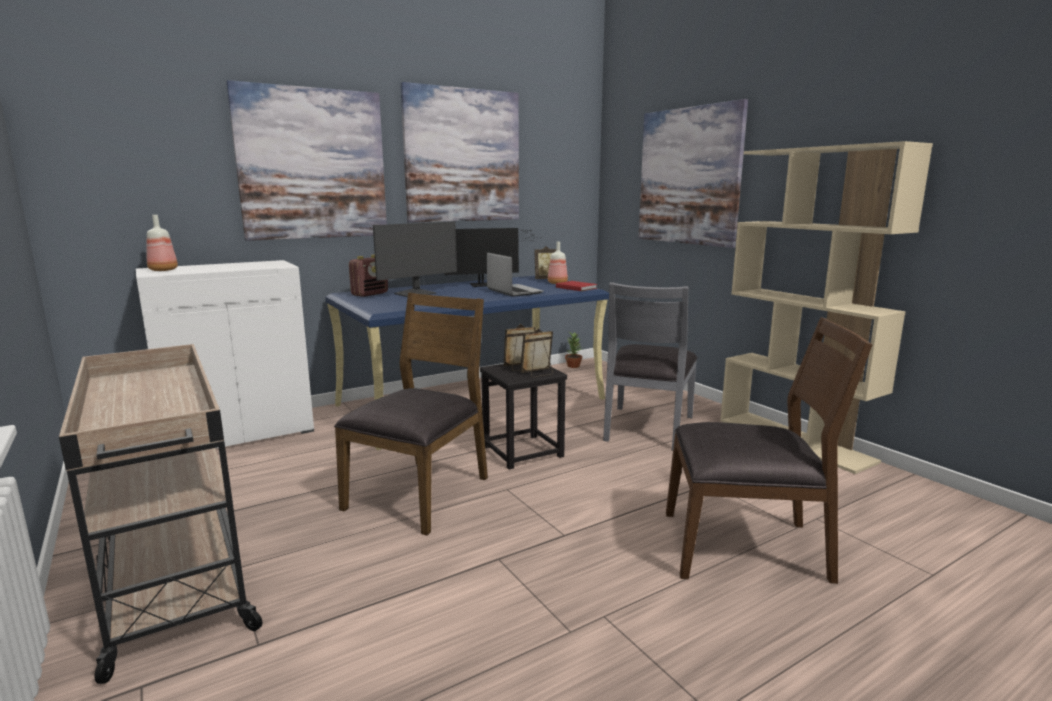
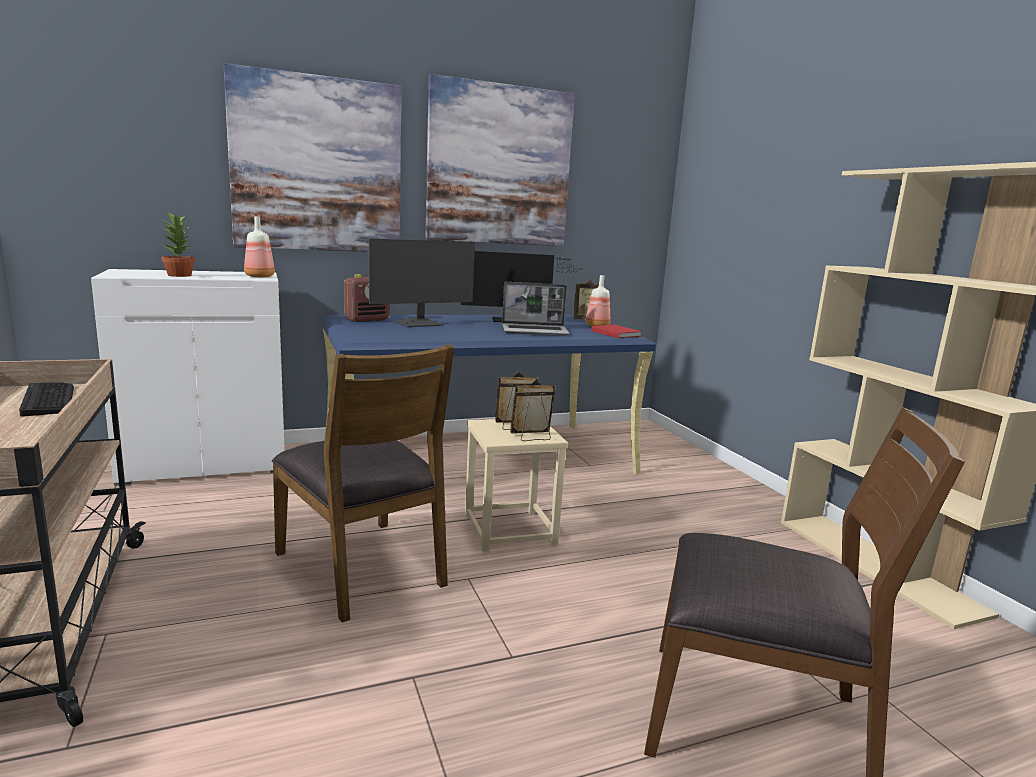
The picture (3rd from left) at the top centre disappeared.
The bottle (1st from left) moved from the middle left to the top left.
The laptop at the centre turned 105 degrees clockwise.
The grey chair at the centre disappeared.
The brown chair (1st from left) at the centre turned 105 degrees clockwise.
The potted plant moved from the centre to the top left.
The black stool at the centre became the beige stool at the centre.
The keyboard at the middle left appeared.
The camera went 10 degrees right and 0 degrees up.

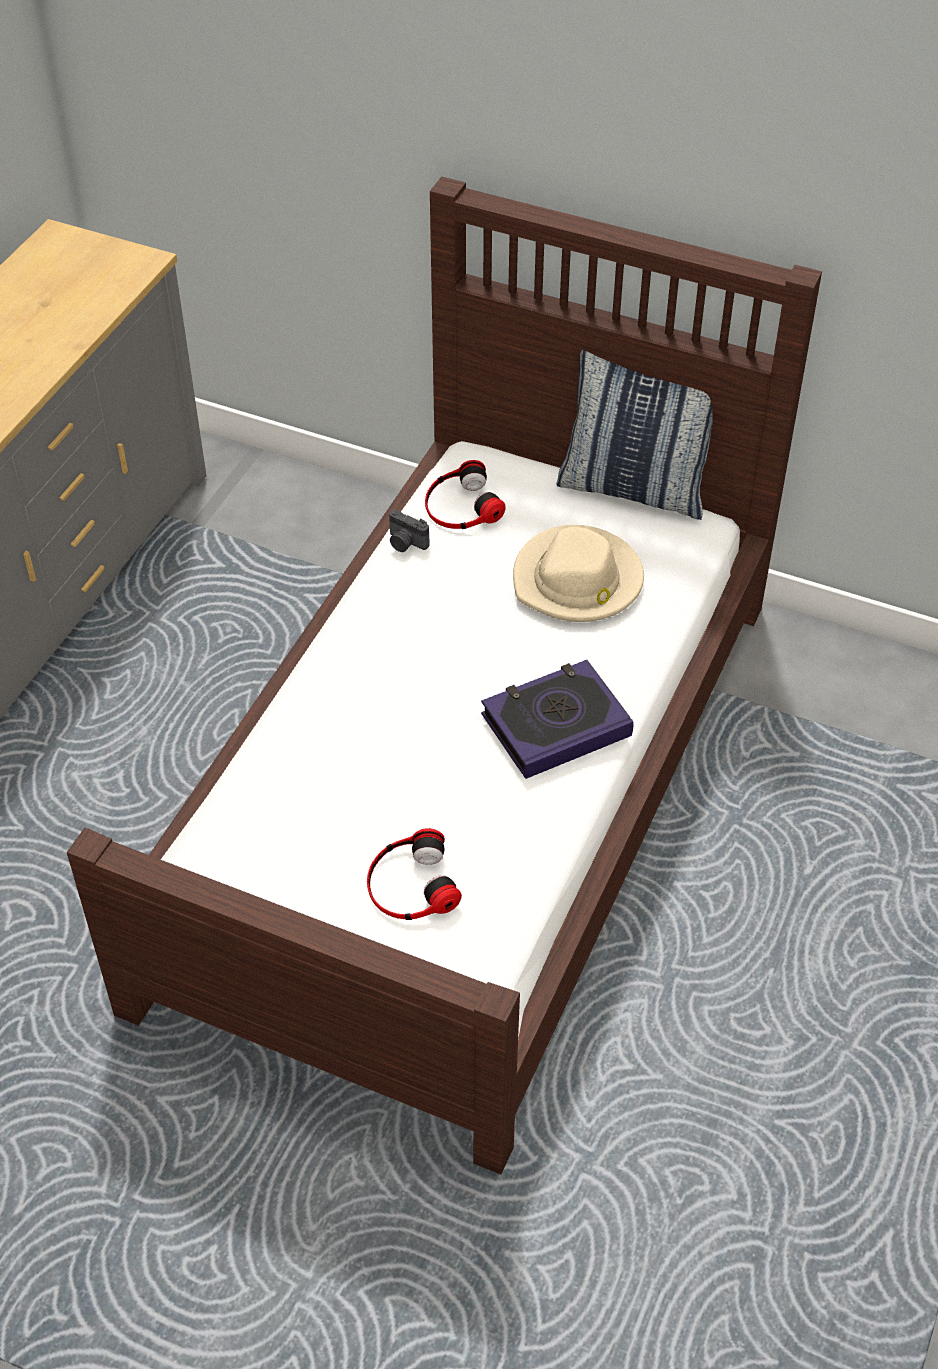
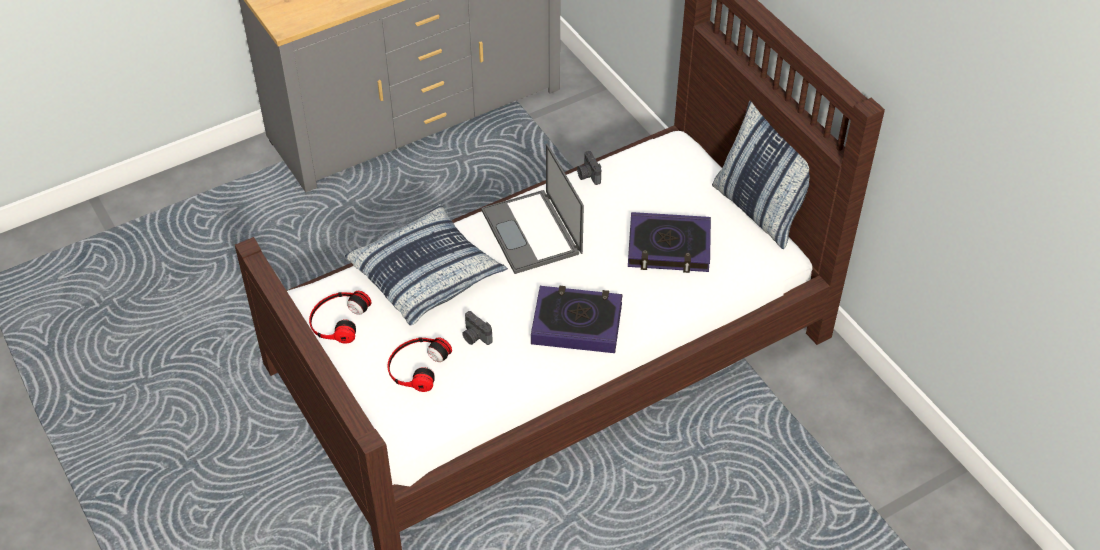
The headphones (2nd from left in the first image) moved from the centre to the middle left.
The beige hat at the centre was replaced by the book (2nd from left) at the centre.
The laptop at the centre appeared.
The pillow (1st from left) at the centre appeared.
The photo camera (1st from left) at the centre appeared.
The camera went 35 degrees right and 0 degrees up.

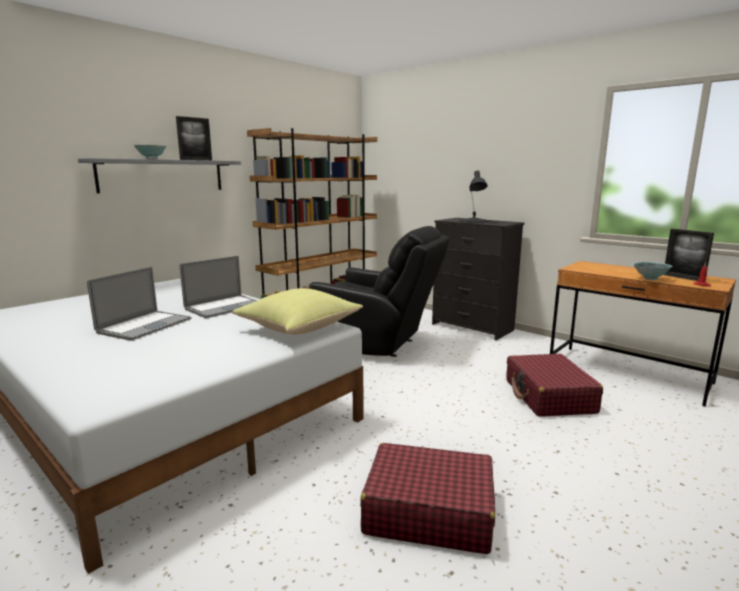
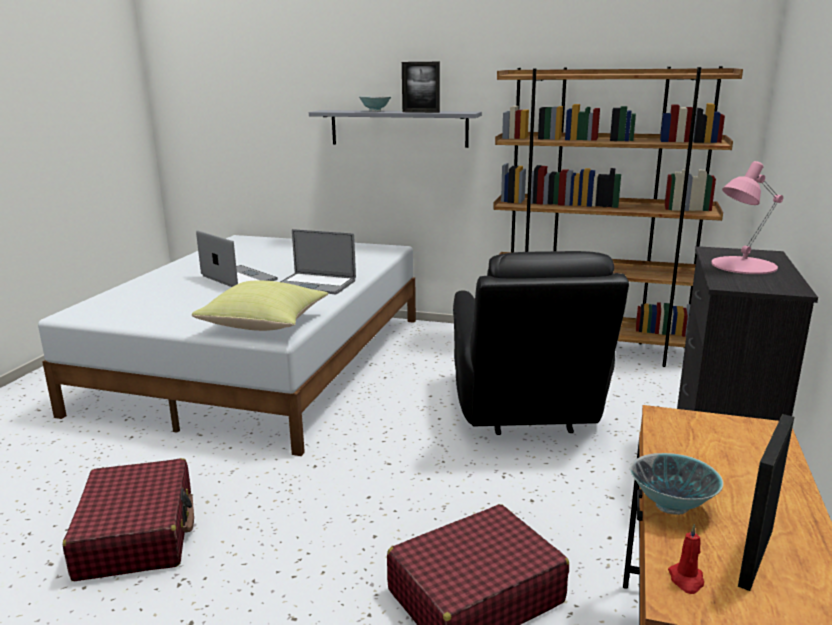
The black table lamp at the top centre became the pink table lamp at the middle right.
The laptop (1st from left) at the middle left turned 135 degrees counterclockwise.
The camera went 65 degrees right and 5 degrees up.

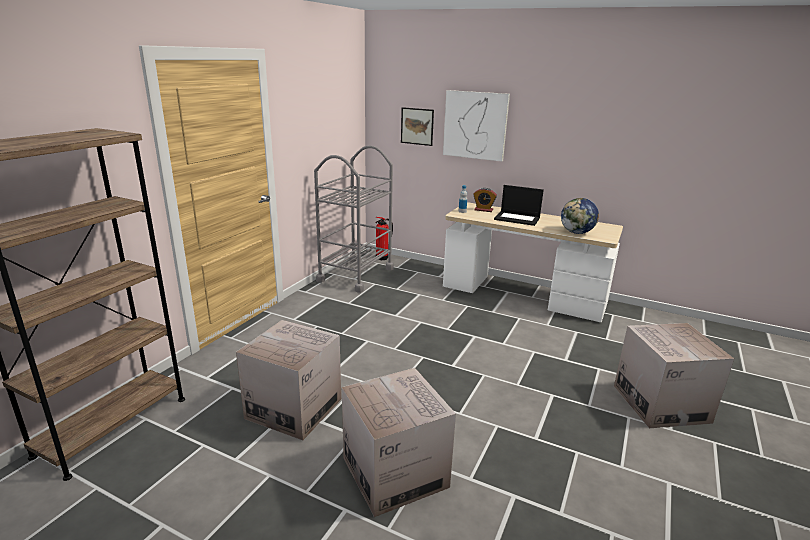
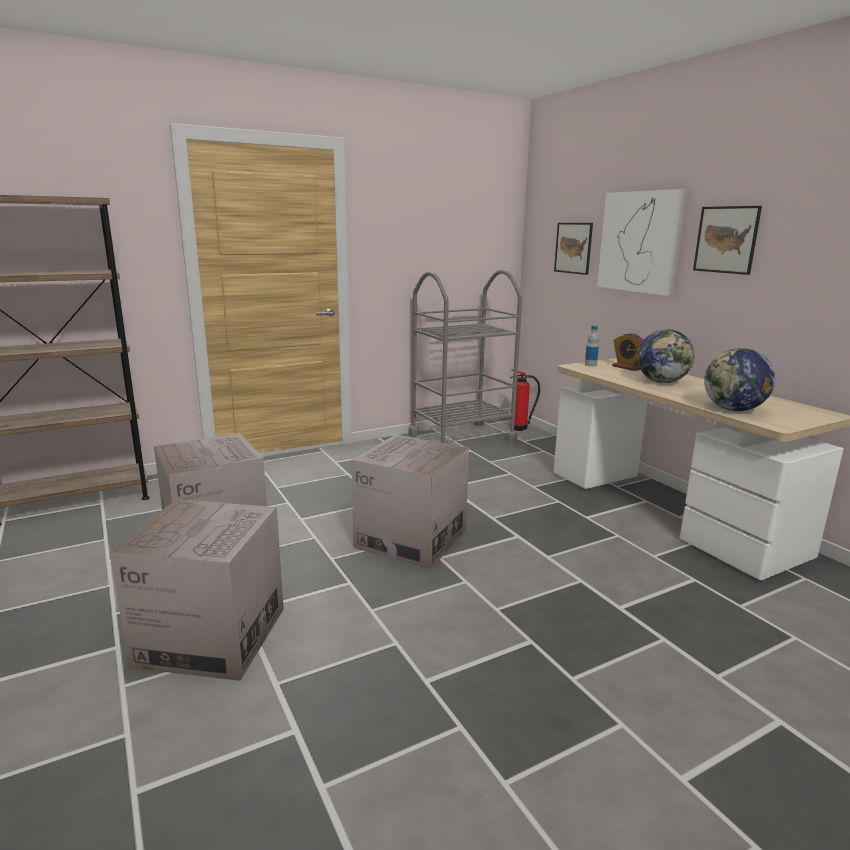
The laptop at the centre was replaced by the globe (1st from left) at the middle right.
The cardboard box (3rd from left) moved from the bottom right to the centre.
The picture (3rd from left) at the top right appeared.
The camera went 35 degrees right and 5 degrees down.

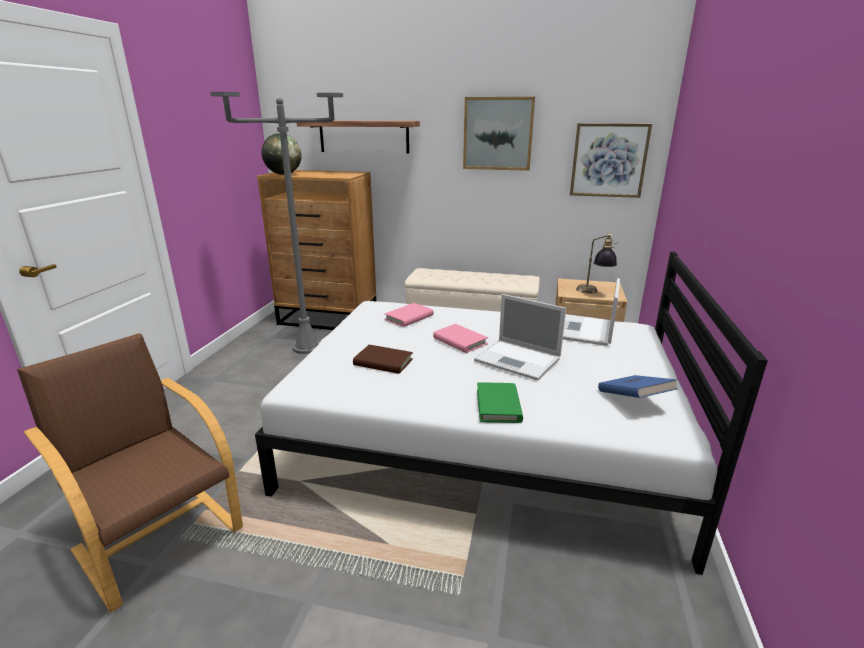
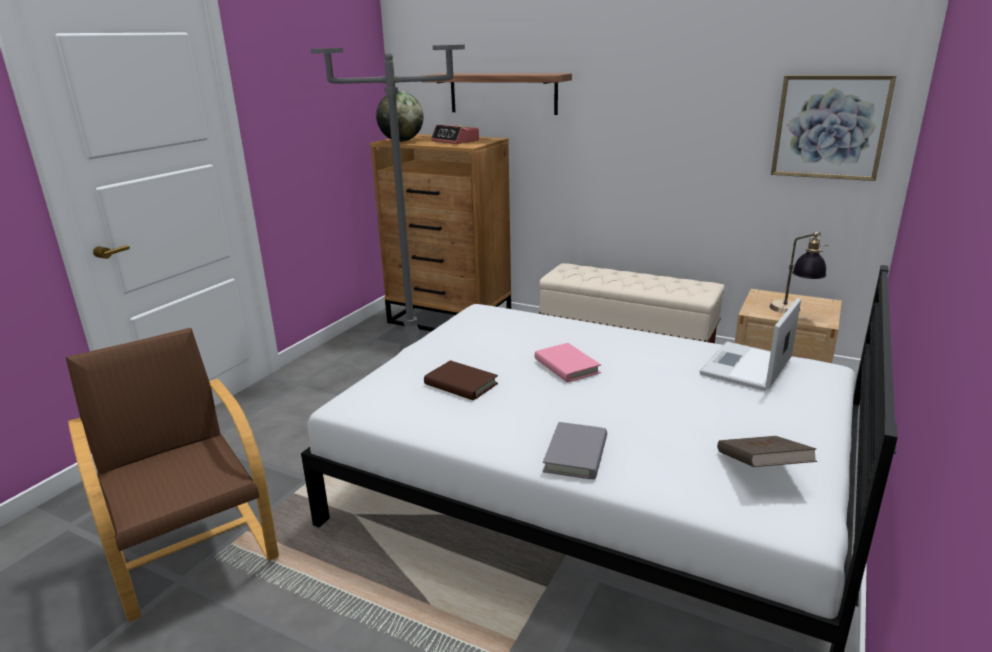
The picture (1st from left) at the top centre disappeared.
The laptop (1st from left) at the centre disappeared.
The pink book (1st from left) at the centre disappeared.
The blue book at the middle right became the brown book (2nd from left) at the bottom right.
The green book at the centre became the grey book at the bottom centre.
The alarm clock at the top centre appeared.
The camera went 15 degrees right and 0 degrees up.

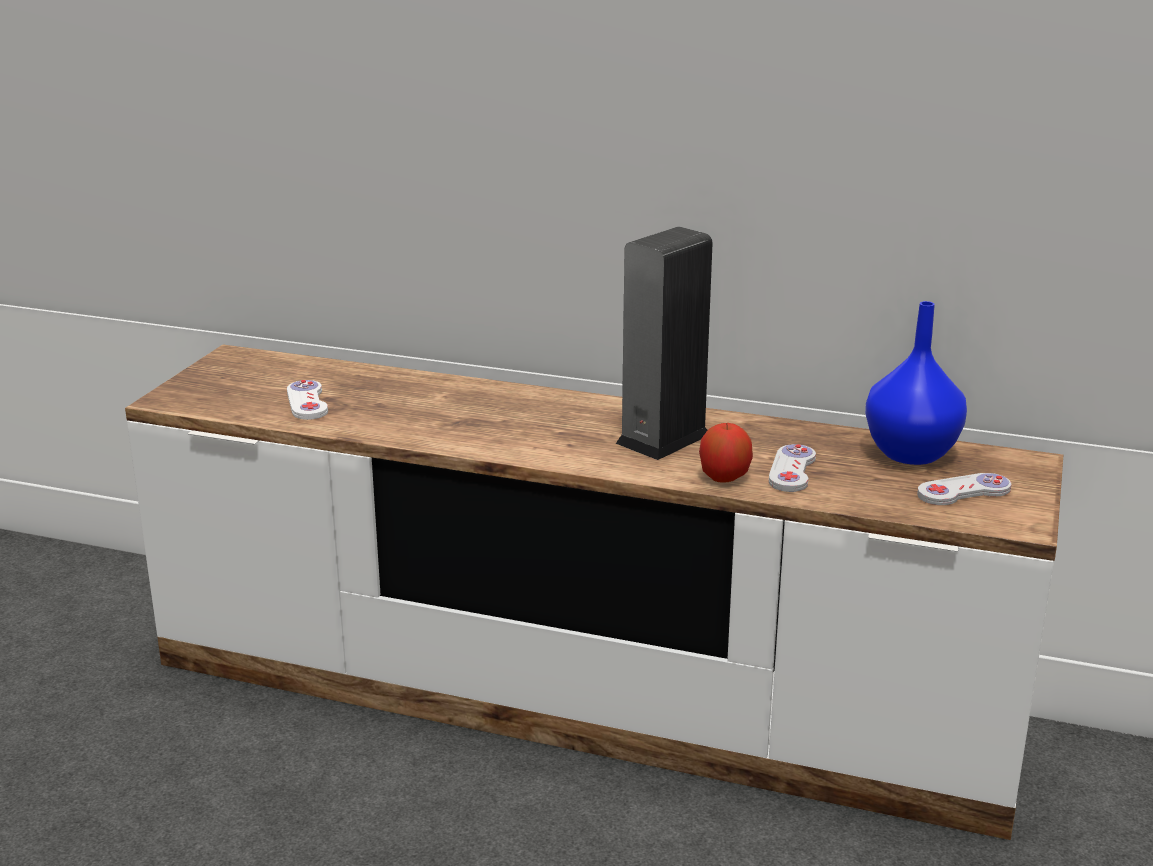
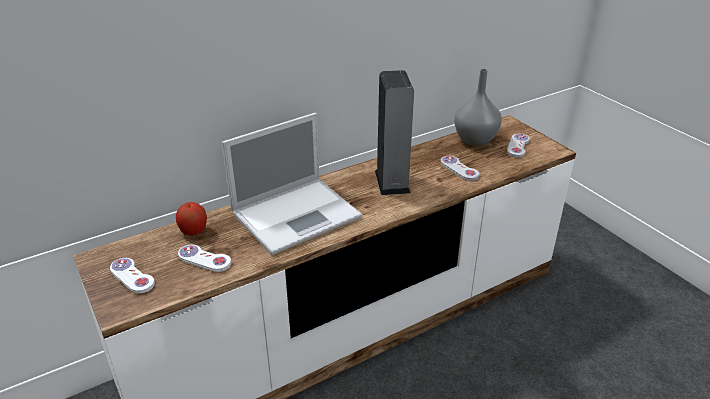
The blue vase at the middle right became the grey vase at the top right.
The apple moved from the centre to the middle left.
The laptop at the centre appeared.
The white game controller (1st from left) at the bottom left appeared.
The camera went 50 degrees left and 10 degrees up.

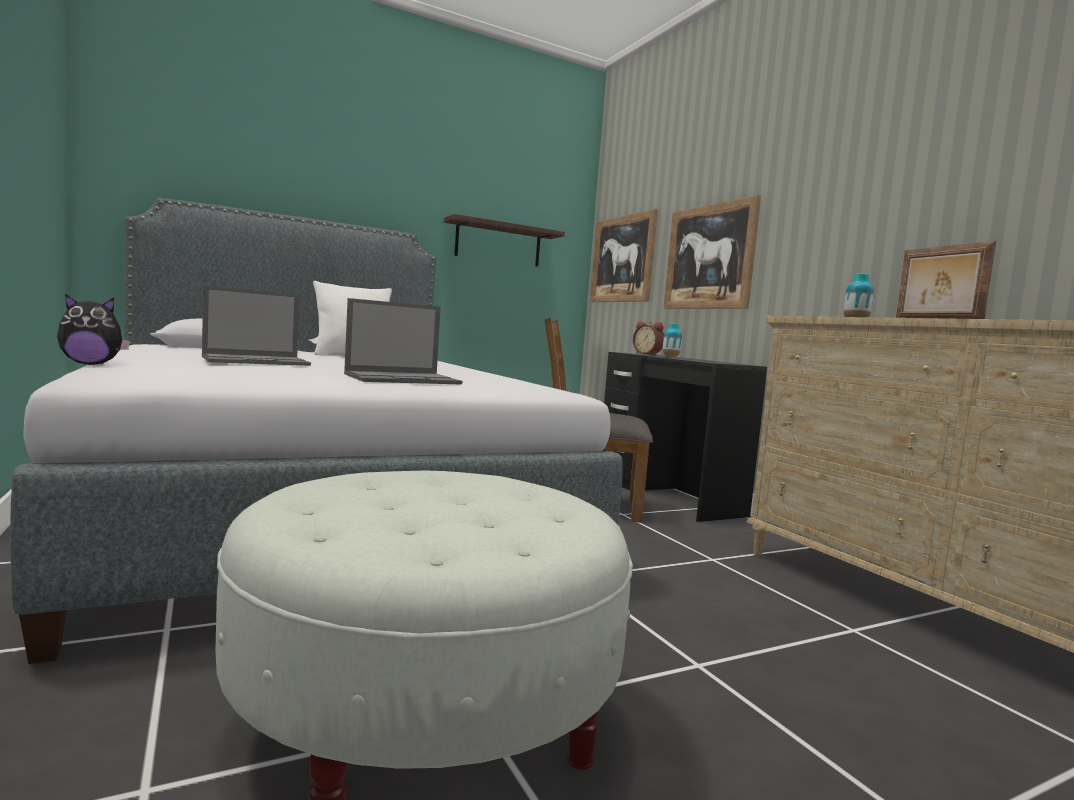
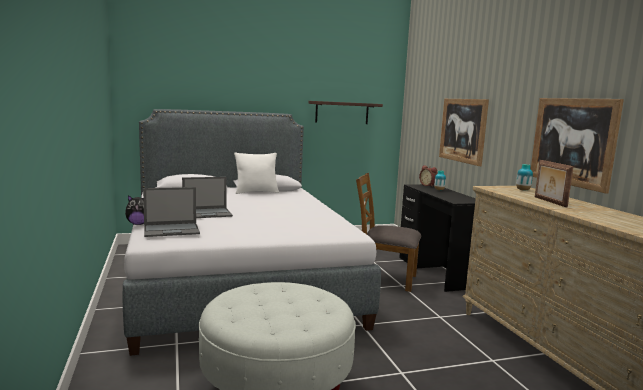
The picture (1st from left in the first image) moved from the top centre to the middle right.
The laptop (2nd from left in the first image) moved from the centre to the middle left.
The camera went 10 degrees right and 5 degrees up.

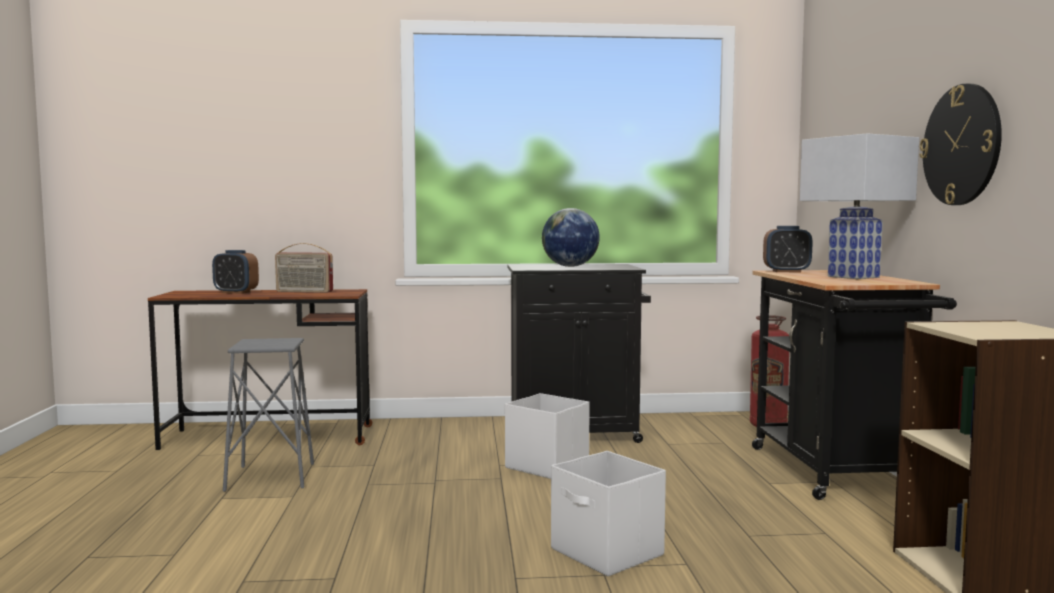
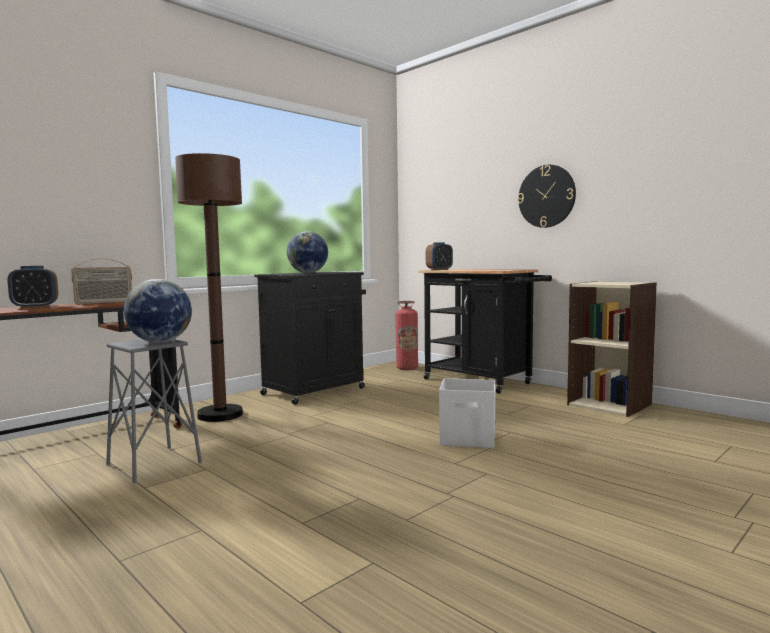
The white table lamp at the middle right disappeared.
The white storage box (1st from left) at the bottom centre disappeared.
The brown floor lamp at the middle left appeared.
The globe (1st from left) at the middle left appeared.
The camera went 40 degrees left and 0 degrees up.

